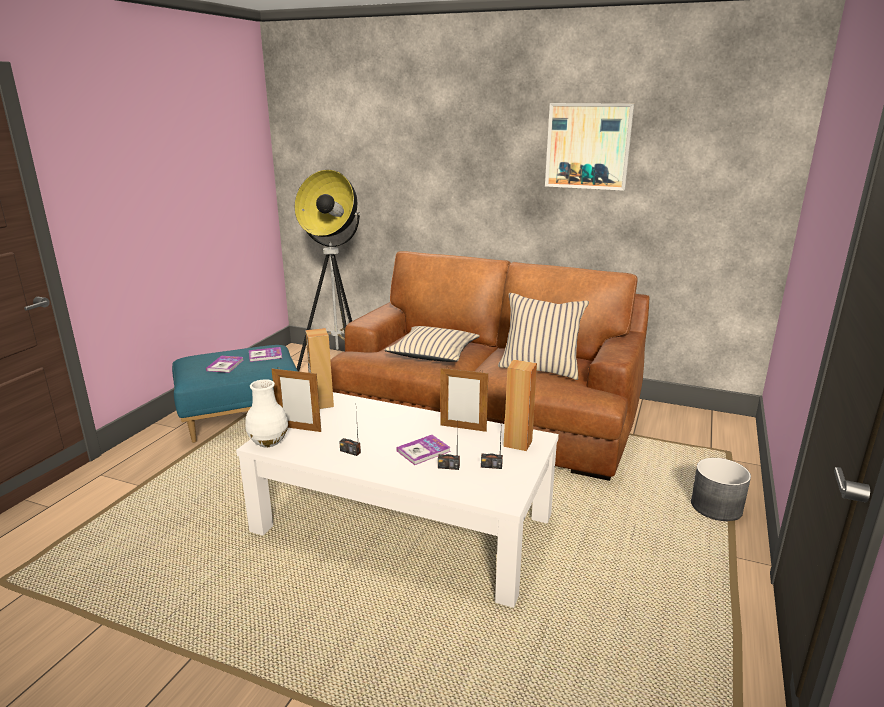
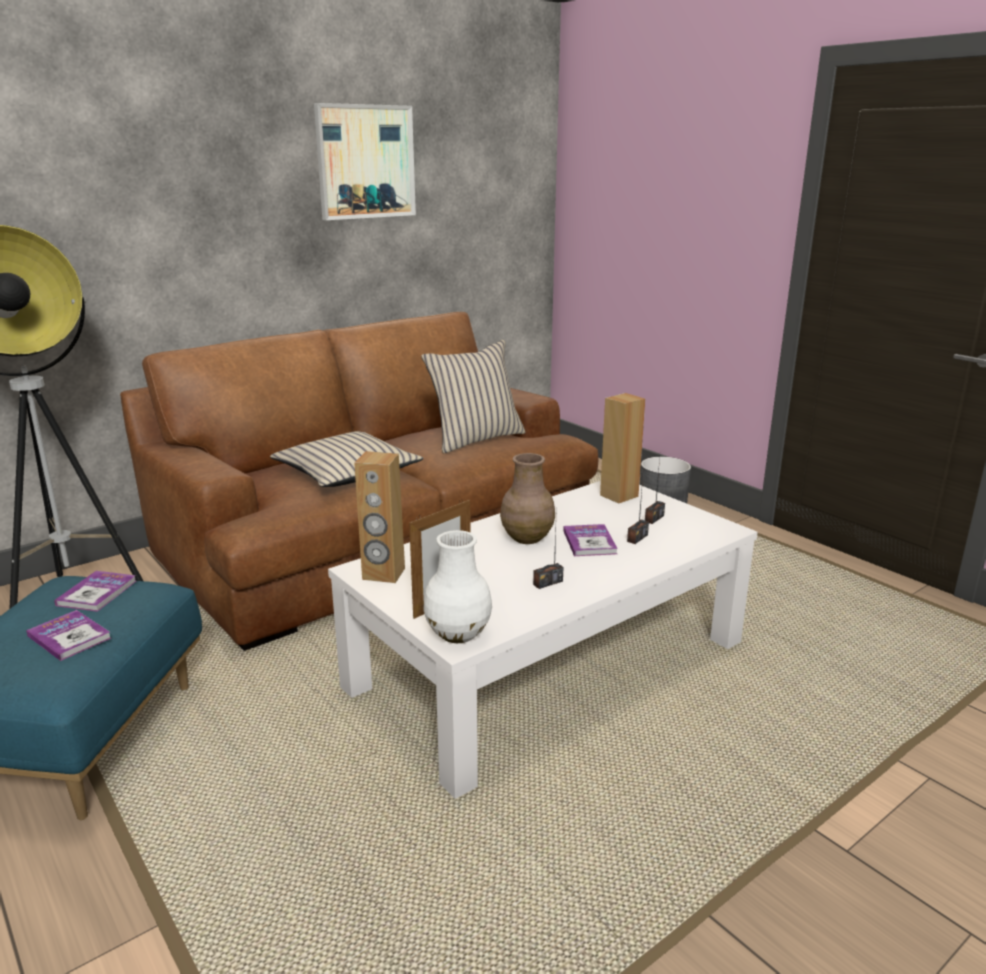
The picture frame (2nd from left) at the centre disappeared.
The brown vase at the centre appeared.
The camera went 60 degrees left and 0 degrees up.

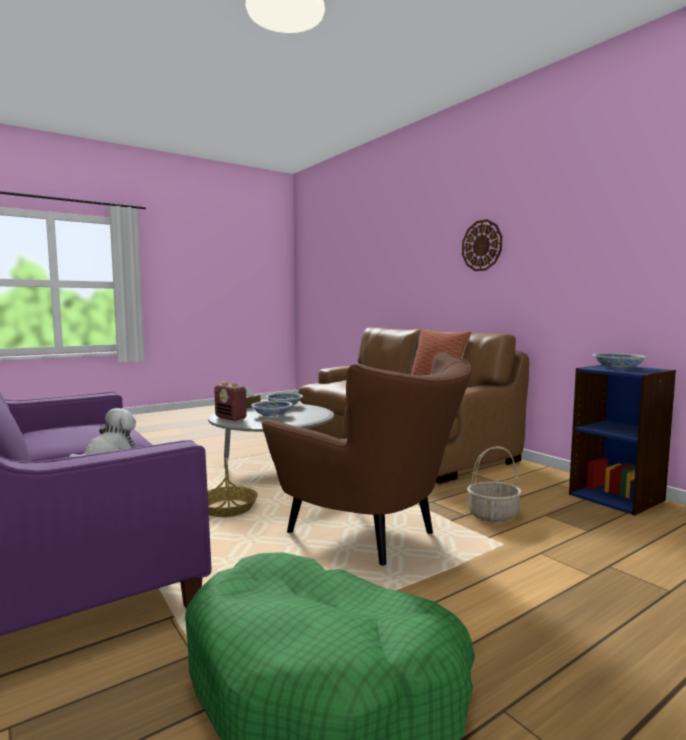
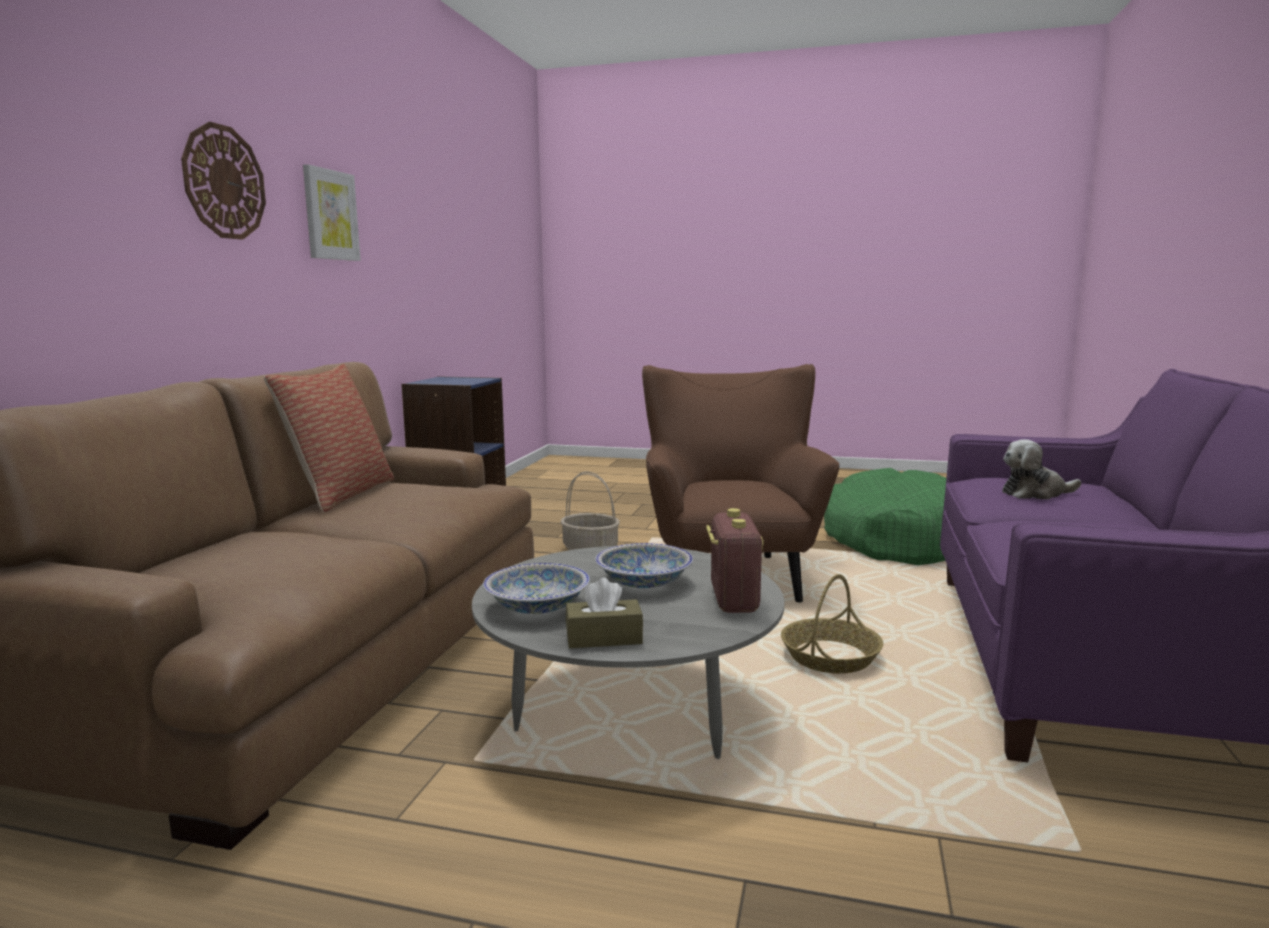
The bowl (3rd from left) at the middle right disappeared.
The picture at the top left appeared.
The camera went 130 degrees left and 5 degrees up.

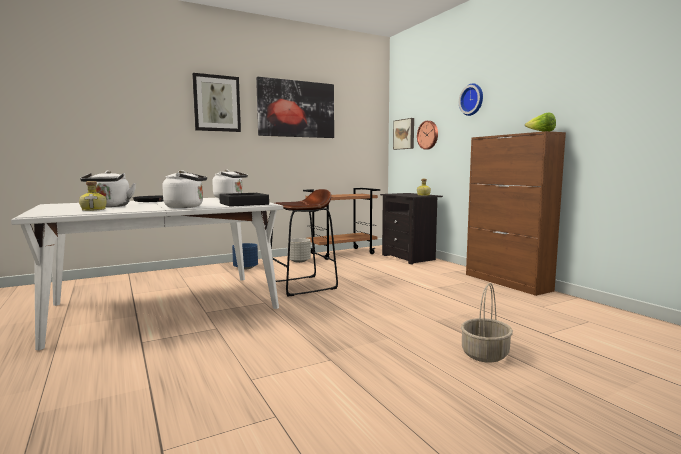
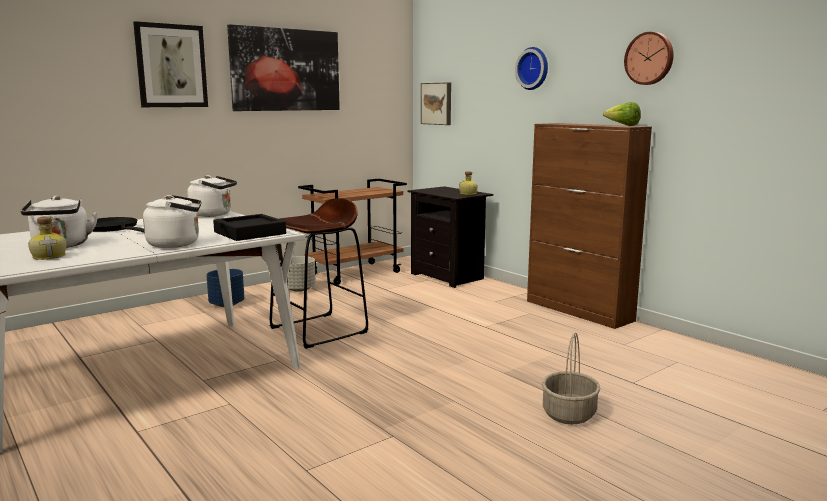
The wall clock (1st from left in the first image) moved from the top centre to the top right.
The camera went 10 degrees left and 5 degrees up.

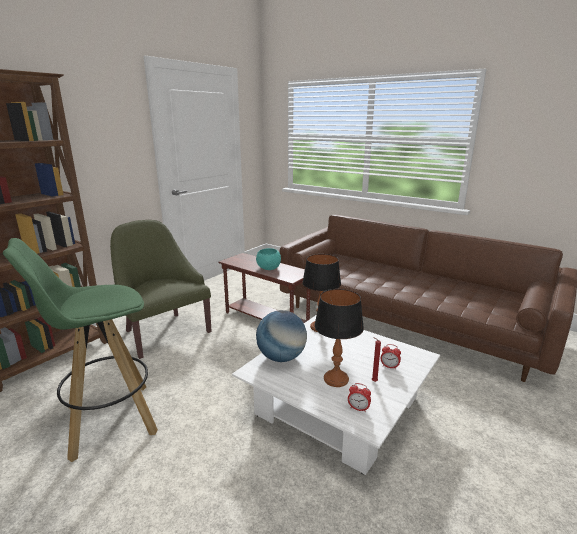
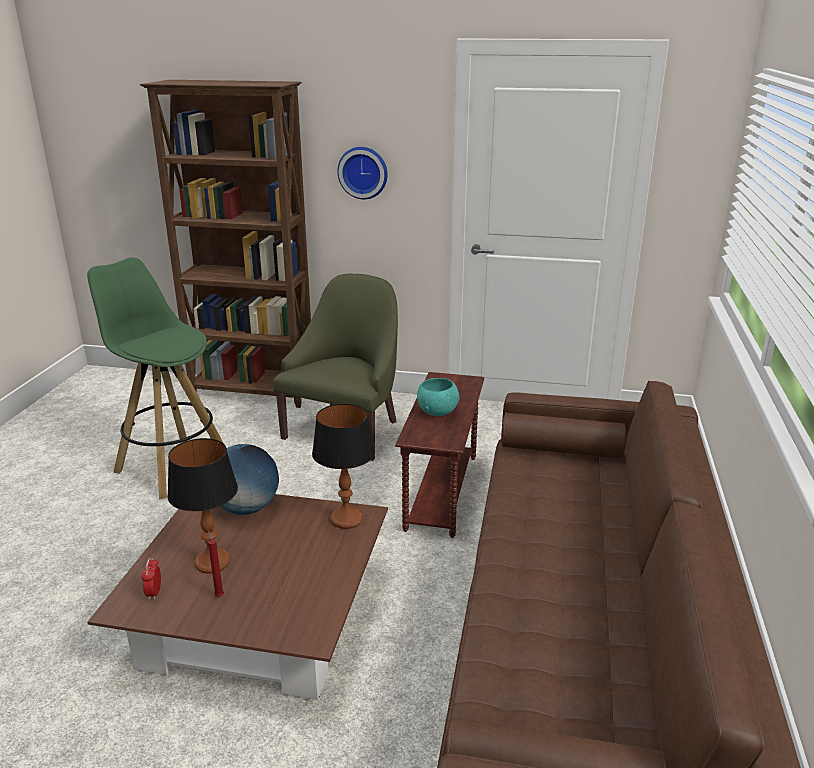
The white coffee table at the bottom centre became the brown coffee table at the bottom left.
The alarm clock (2nd from left) at the bottom right disappeared.
The wall clock at the top centre appeared.
The camera went 65 degrees right and 5 degrees up.

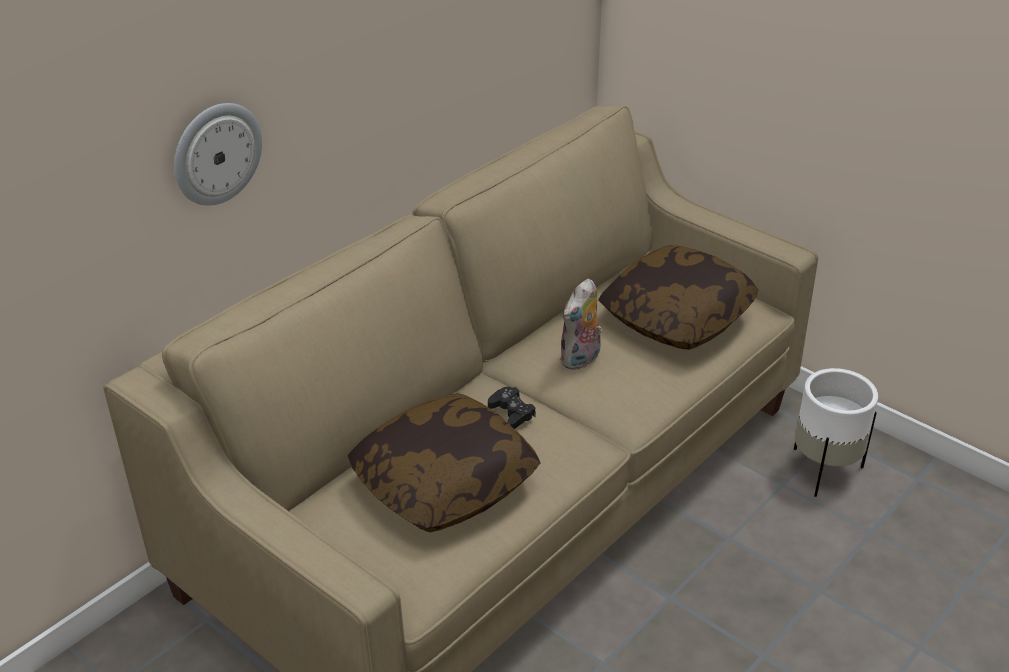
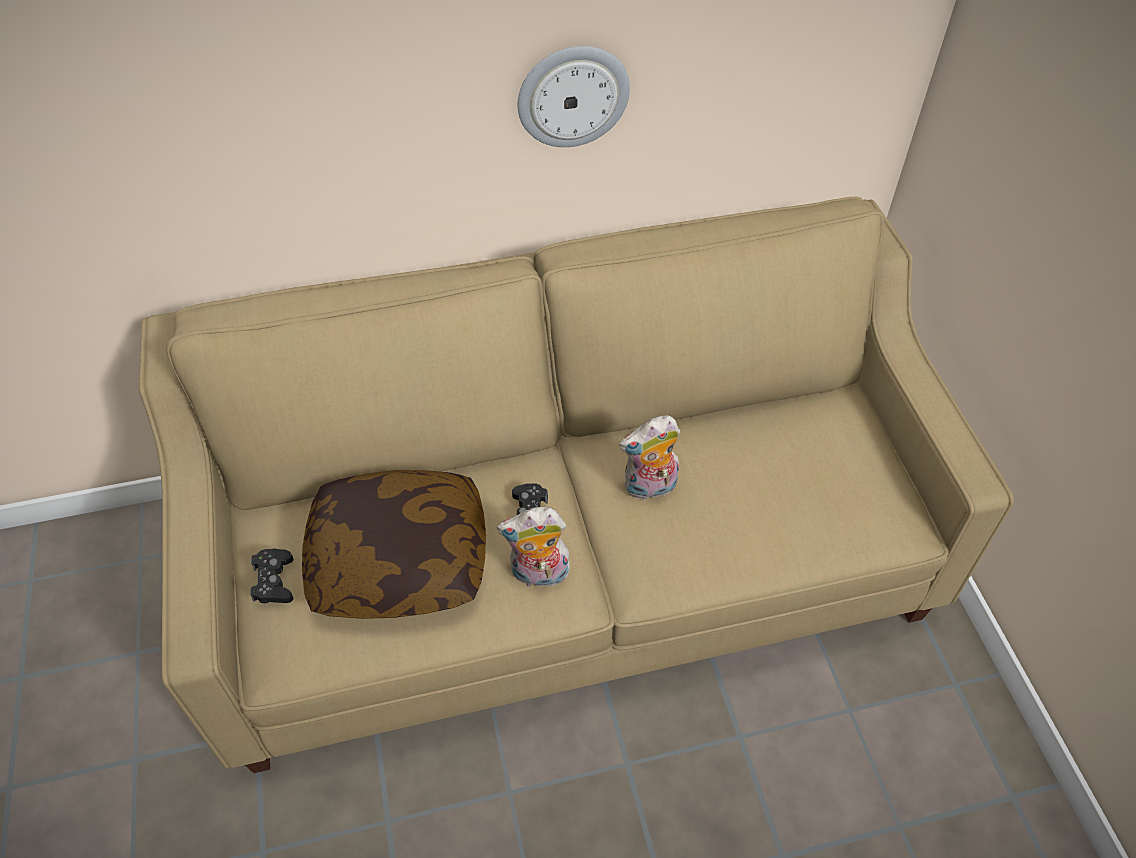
The wall clock moved from the top left to the top centre.
The pillow (2nd from left) at the middle right disappeared.
The white planter at the middle right disappeared.
The plush toy (1st from left) at the centre appeared.
The black game controller (1st from left) at the bottom left appeared.
The camera went 35 degrees right and 15 degrees up.

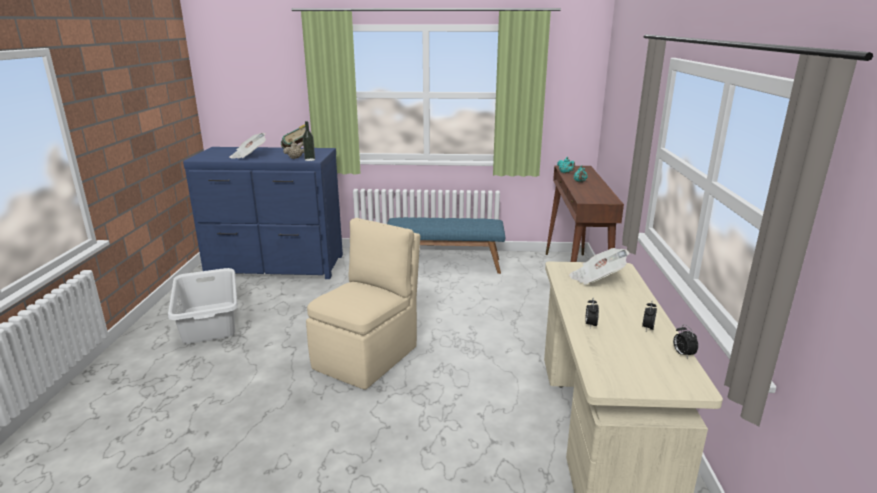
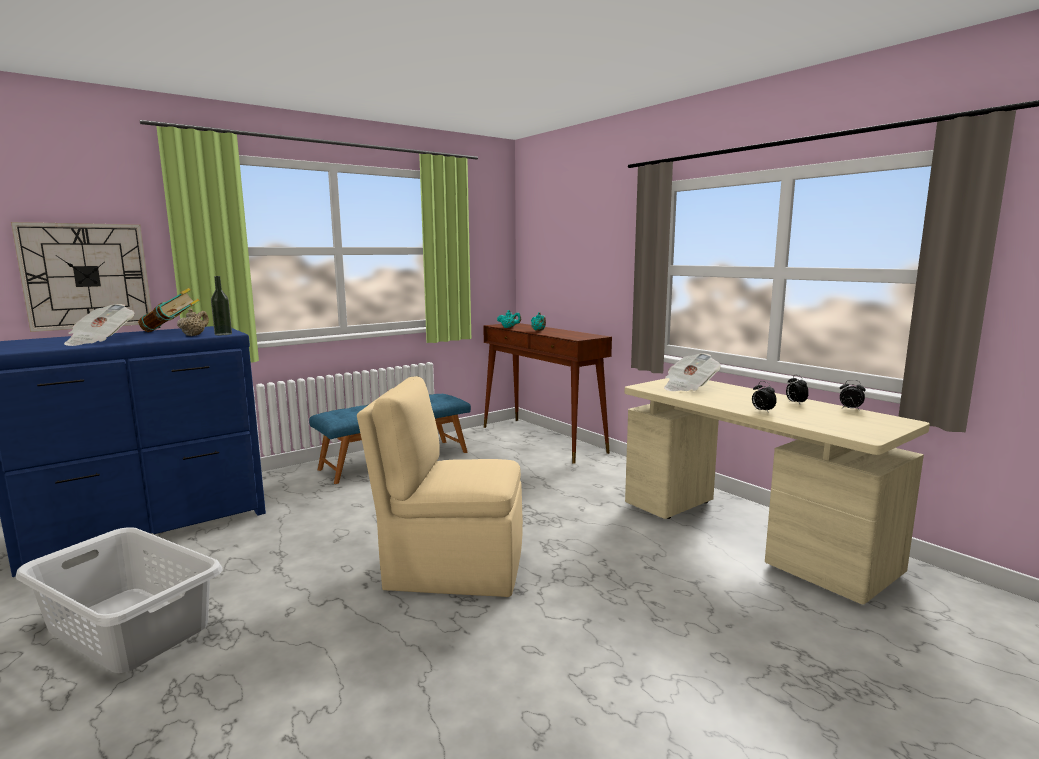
The beige chair at the centre turned 75 degrees counterclockwise.
The wall clock at the middle left appeared.
The camera went 40 degrees left and 10 degrees down.

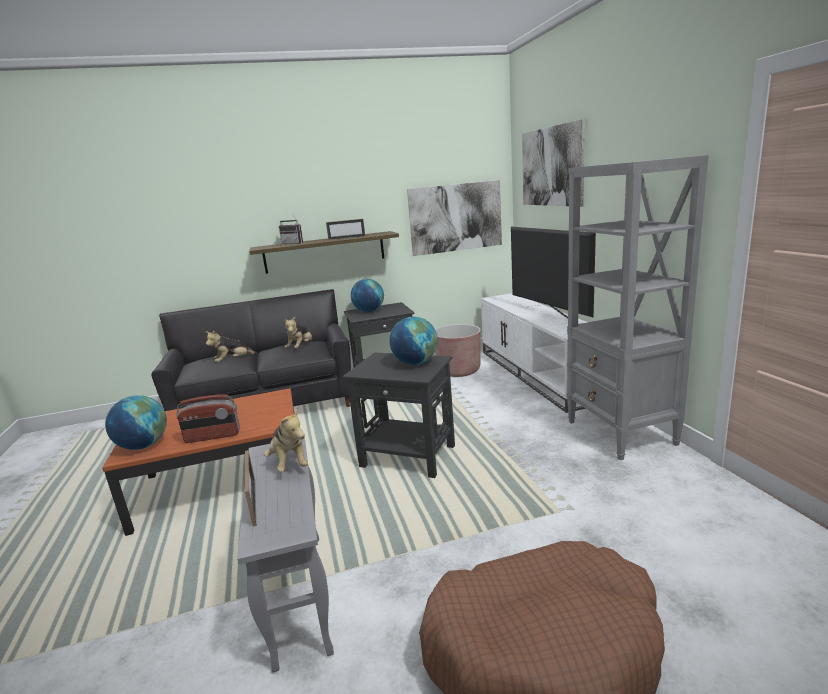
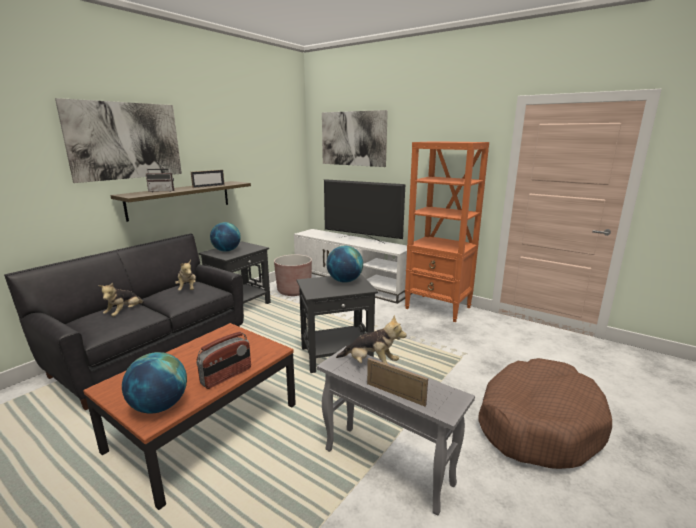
The grey bookcase at the middle right became the orange bookcase at the centre.
The picture (1st from left) moved from the top centre to the top left.
The camera went 40 degrees left and 0 degrees up.

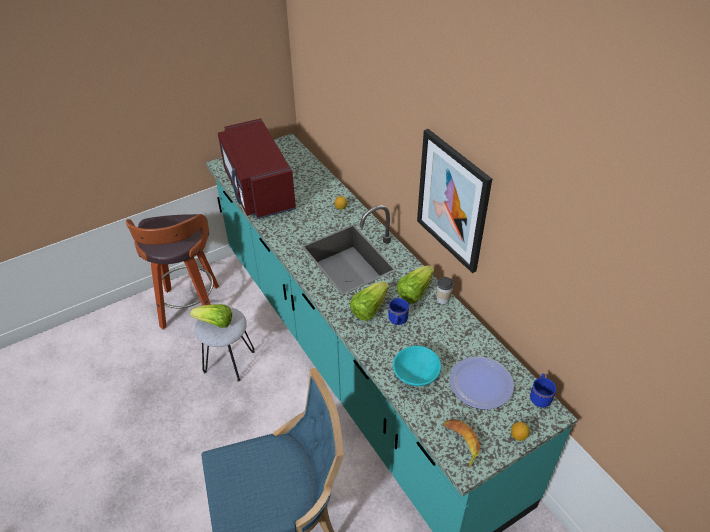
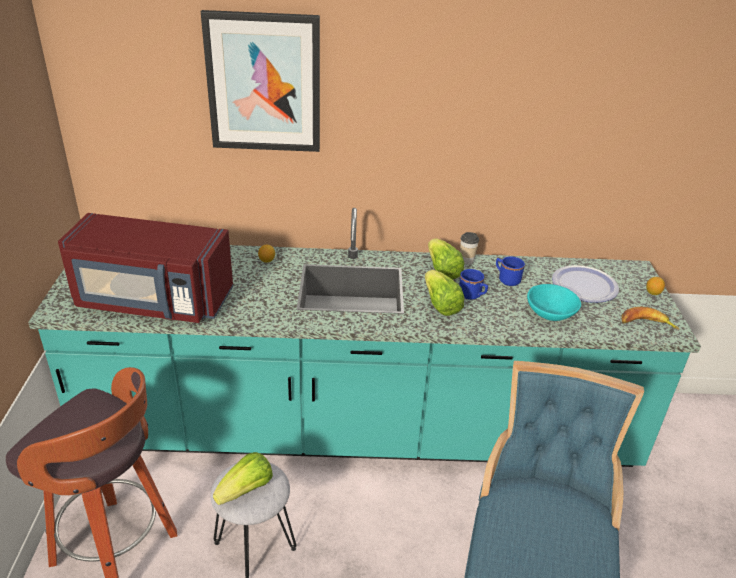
The picture moved from the centre to the top centre.
The blue mug (2nd from left) moved from the bottom right to the middle right.
The camera went 60 degrees left and 10 degrees down.

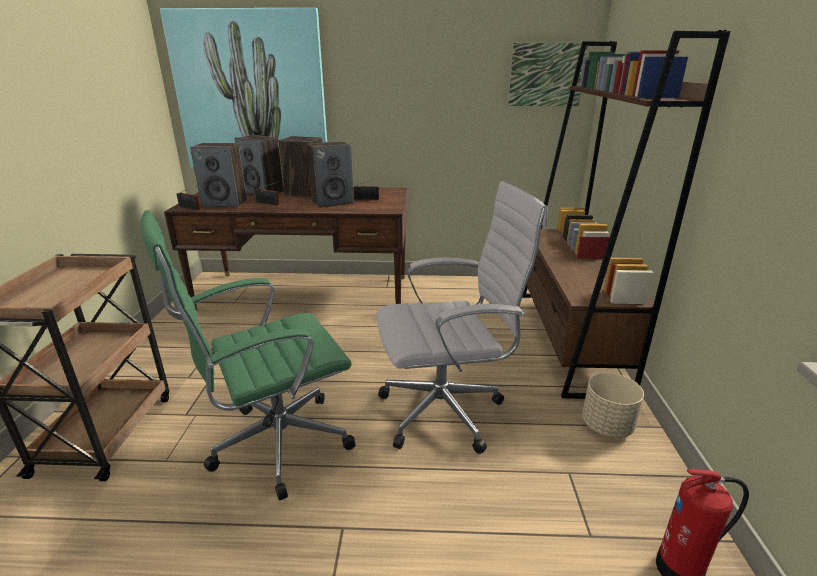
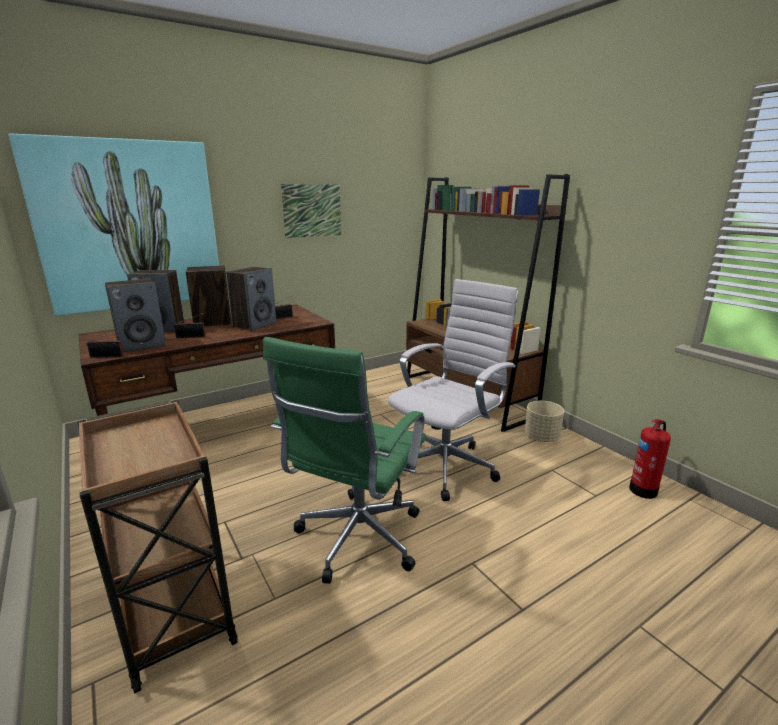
The picture (2nd from left) moved from the top right to the top centre.
The camera went 35 degrees left and 5 degrees down.

